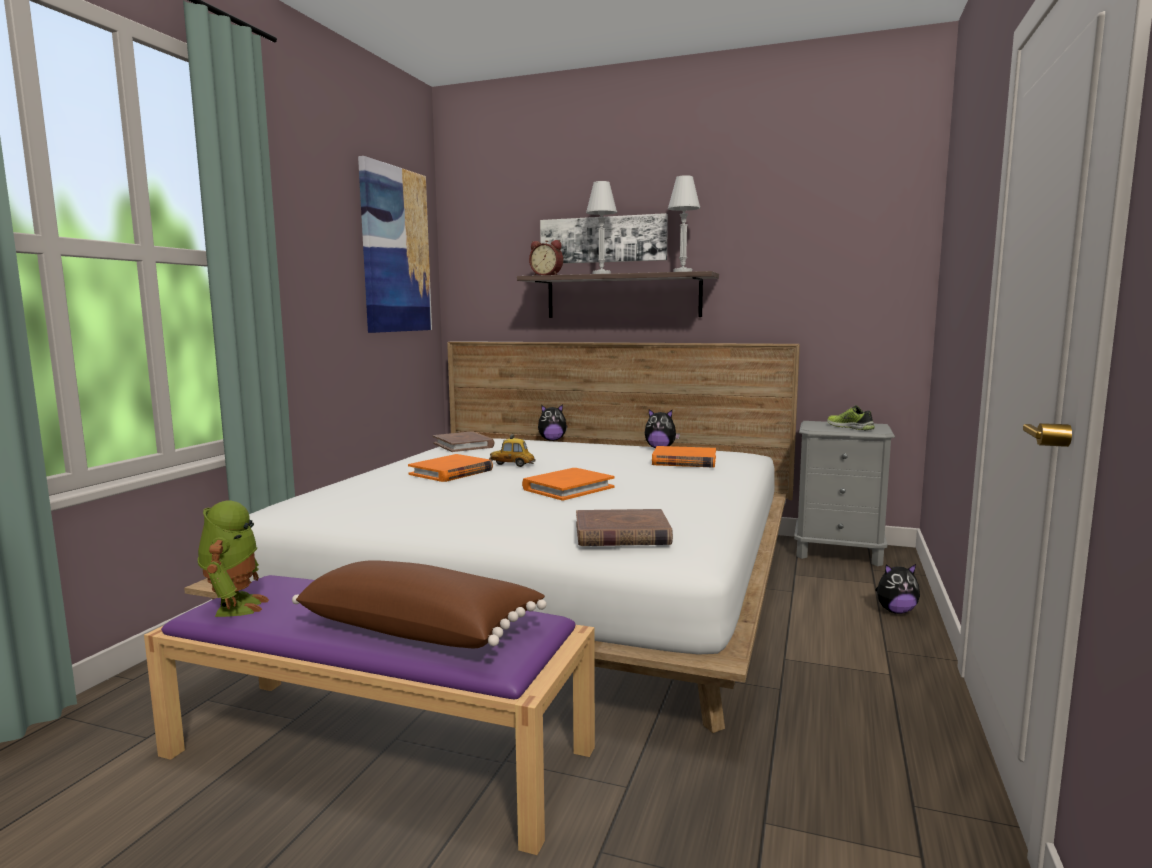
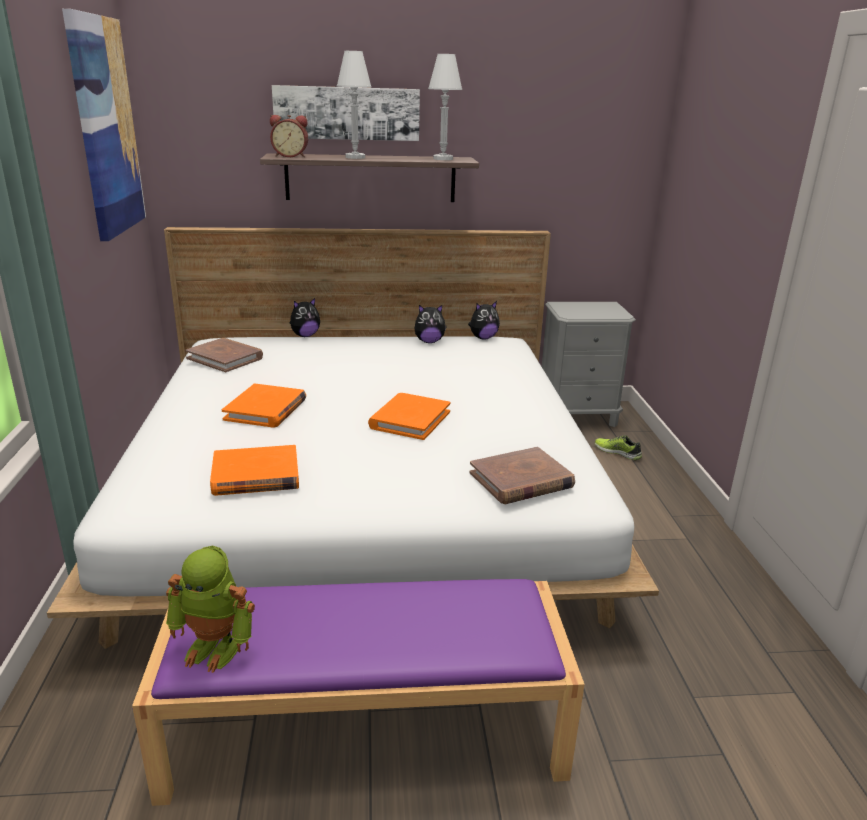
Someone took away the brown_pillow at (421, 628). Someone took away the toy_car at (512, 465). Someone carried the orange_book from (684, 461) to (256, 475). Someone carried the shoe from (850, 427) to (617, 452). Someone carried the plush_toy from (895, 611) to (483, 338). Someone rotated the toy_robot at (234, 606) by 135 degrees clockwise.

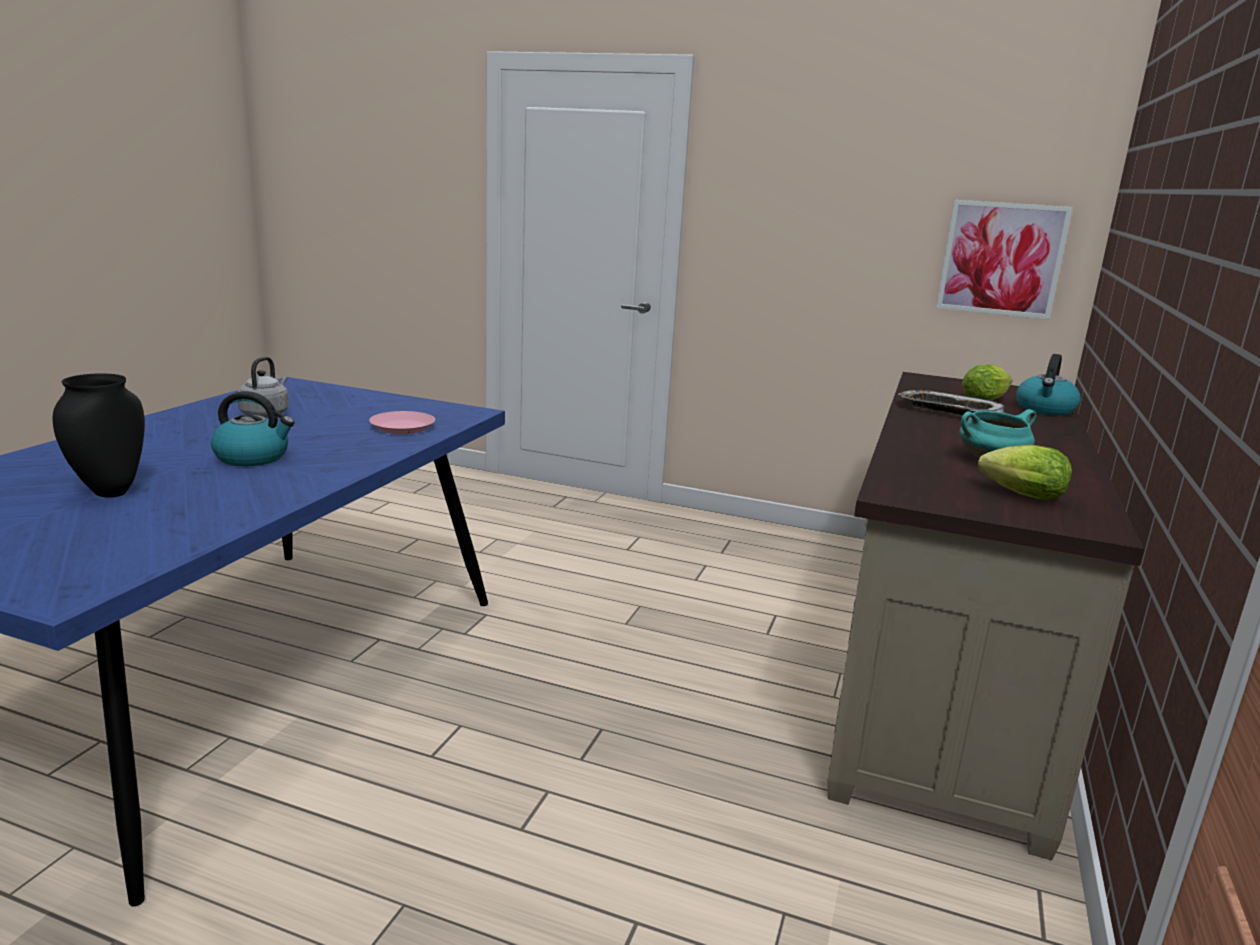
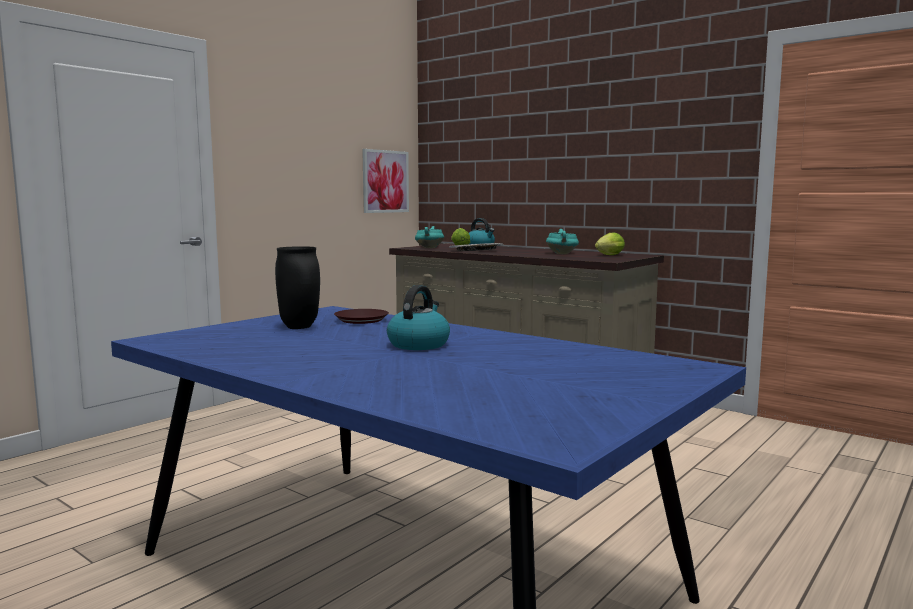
Someone took away the grey_kettle at (266, 413). Someone put down the turquoise_cooking_pot at (429, 248). Someone carried the black_vase from (111, 493) to (300, 327). Someone repainted the pink_plate at (402, 428), which became the brown_plate at (361, 320).

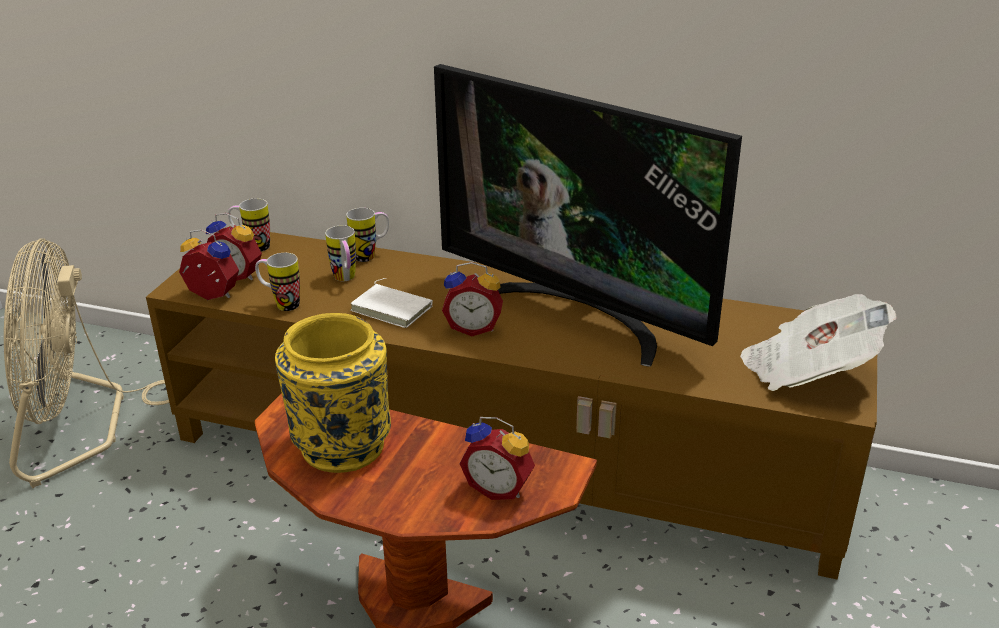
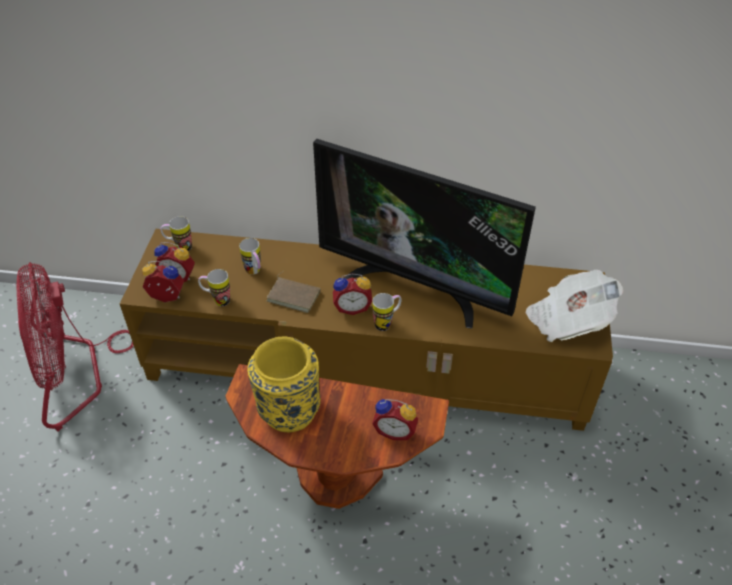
Someone carried the mug from (371, 255) to (387, 323). Someone repainted the beige_fan at (90, 418), which became the red_fan at (77, 369). Someone repainted the white_book at (393, 308), which became the brown_book at (294, 295).

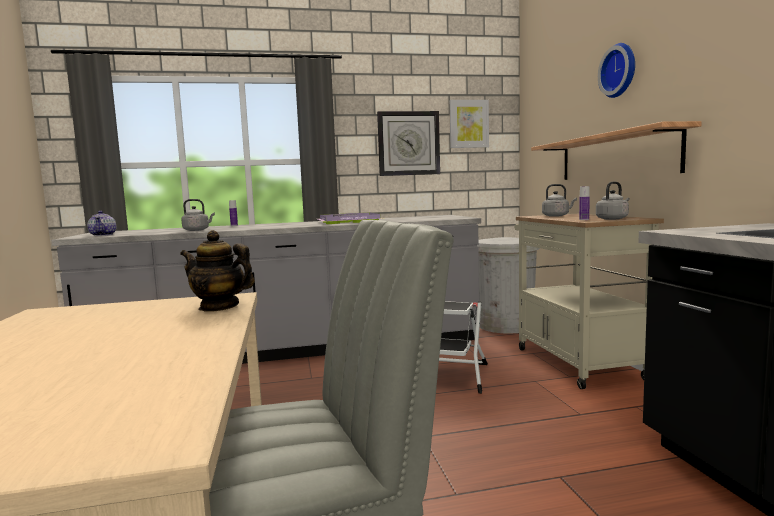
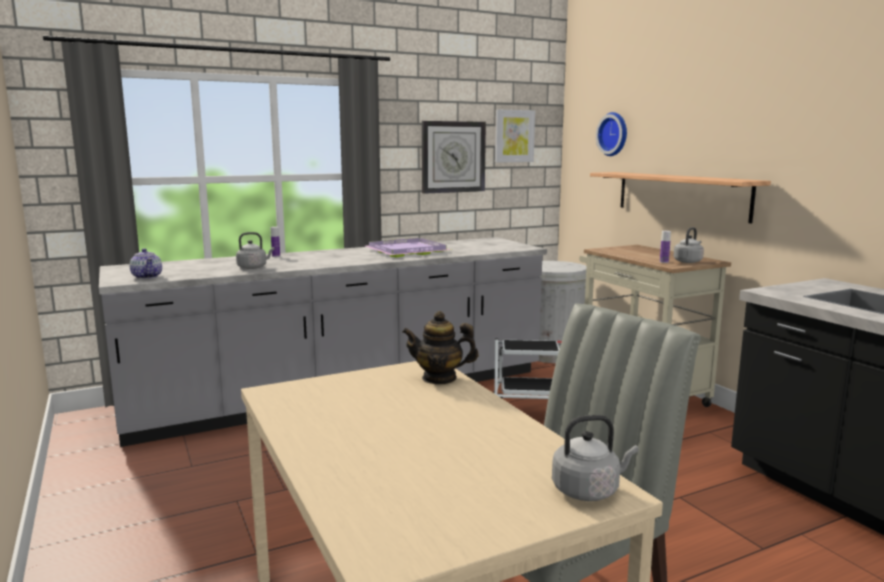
Someone carried the grey_kettle from (557, 216) to (588, 490). Someone carried the wall_clock from (620, 70) to (614, 134).

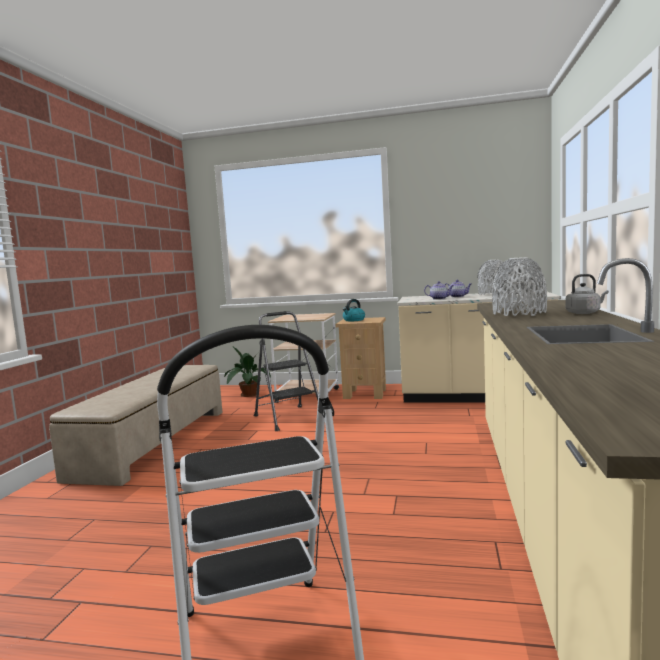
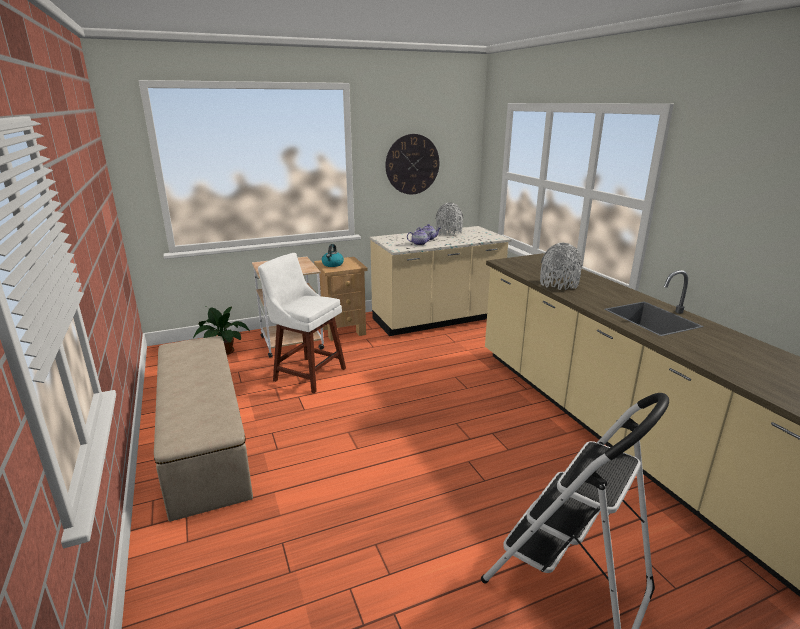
Someone took away the grey_kettle at (584, 313). Someone put up the wall_clock at (412, 164). Someone swapped the black_step_ladder at (288, 417) for the white_chair at (307, 373).

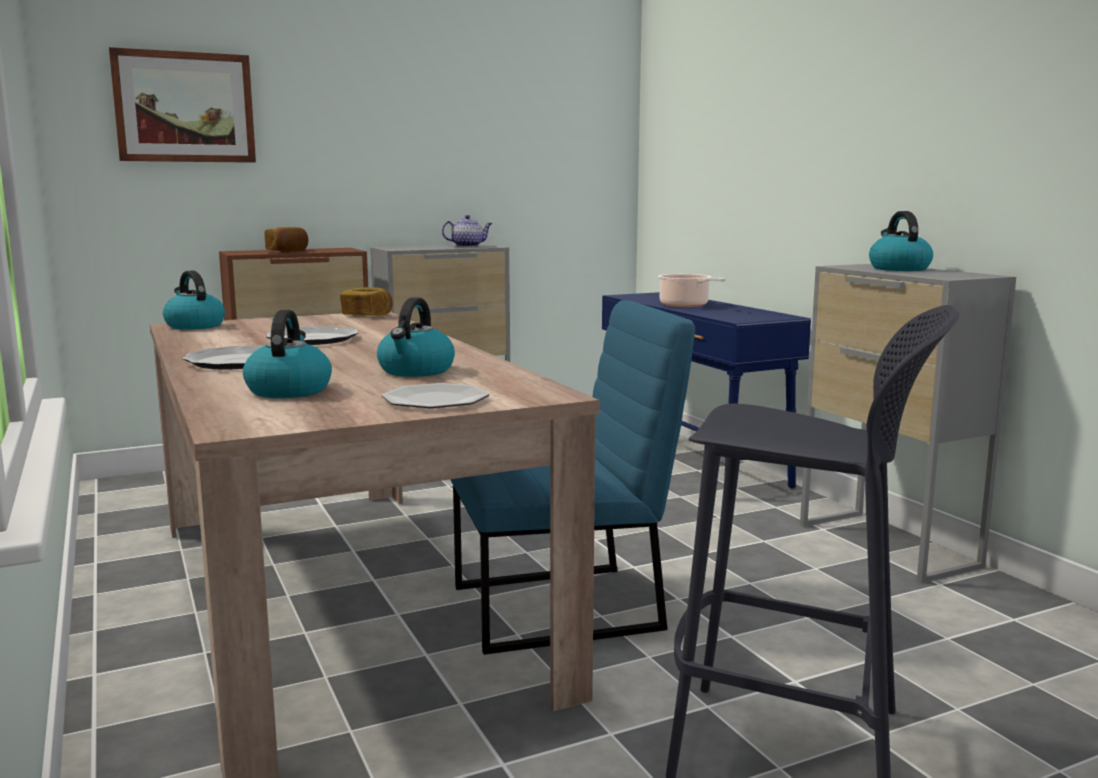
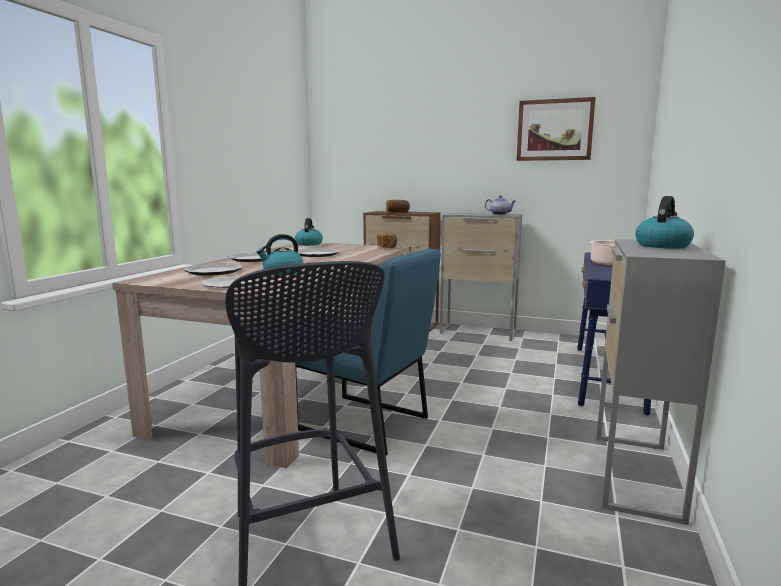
Someone carried the picture from (184, 107) to (554, 130). Someone swapped the kettle at (289, 390) for the plate at (213, 271).

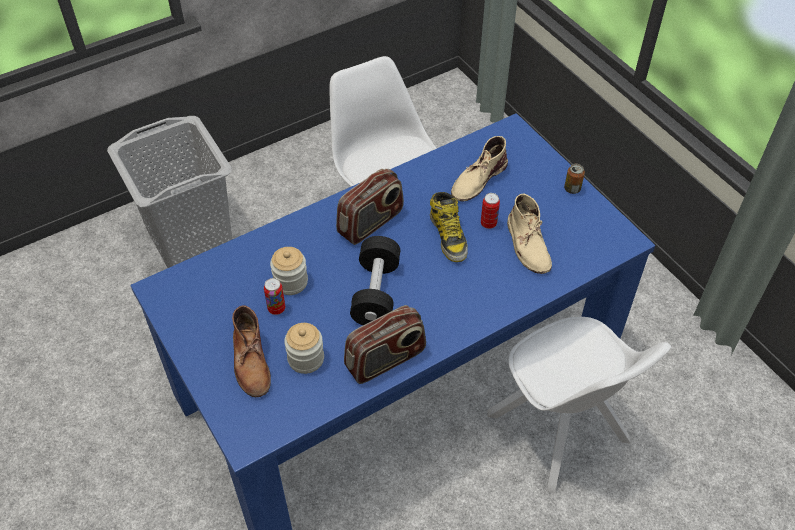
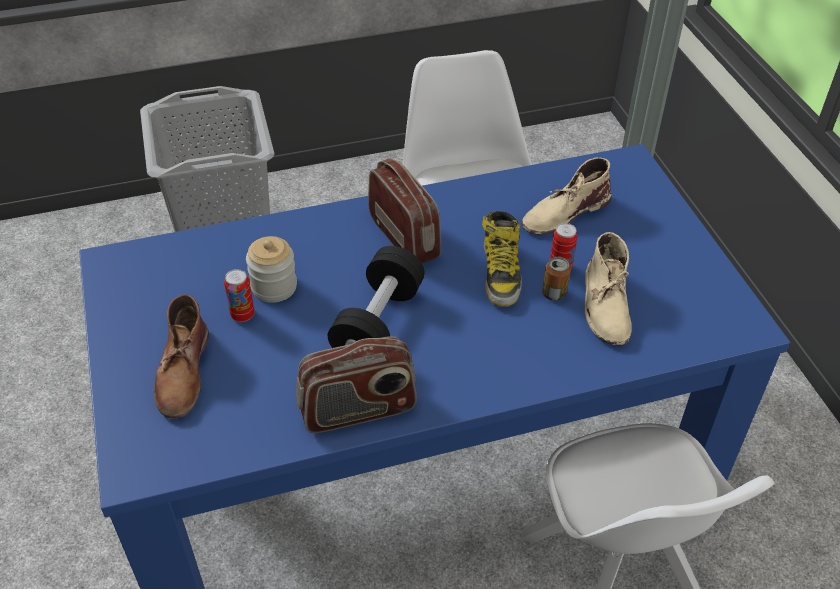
Someone took away the jar at (306, 359). Someone carried the can from (572, 189) to (554, 294). Someone rotated the radio at (371, 223) by 90 degrees counterclockwise.

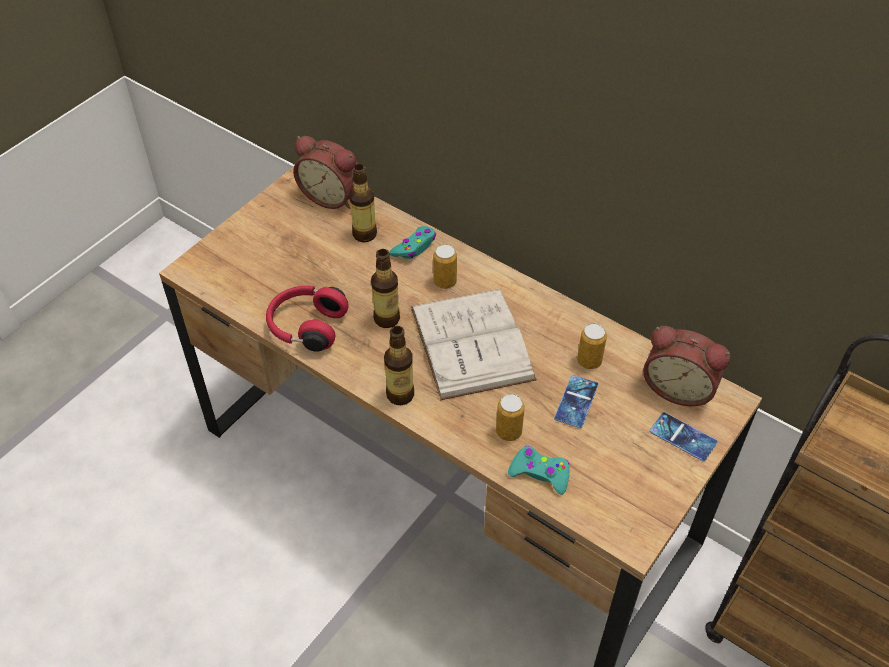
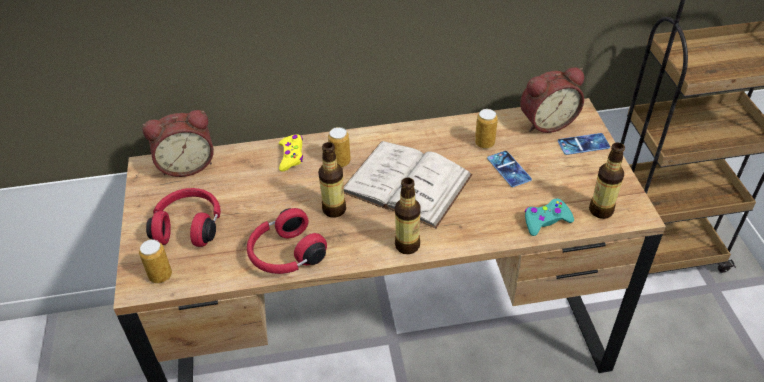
Someone put down the red_headphones at (189, 226). Someone carried the bottle from (364, 234) to (601, 210). Someone carried the can from (508, 432) to (160, 275). Someone repainted the turquoise_game_controller at (414, 247), which became the yellow_game_controller at (291, 156).

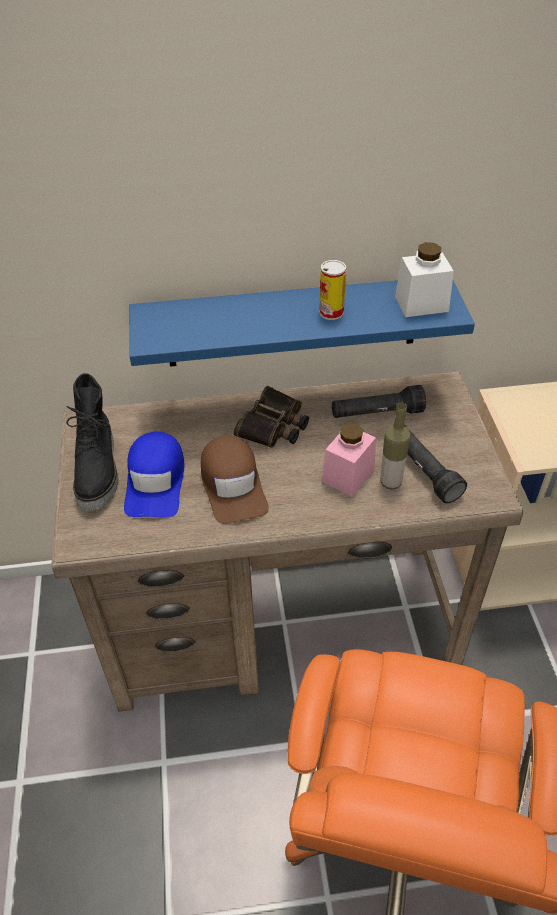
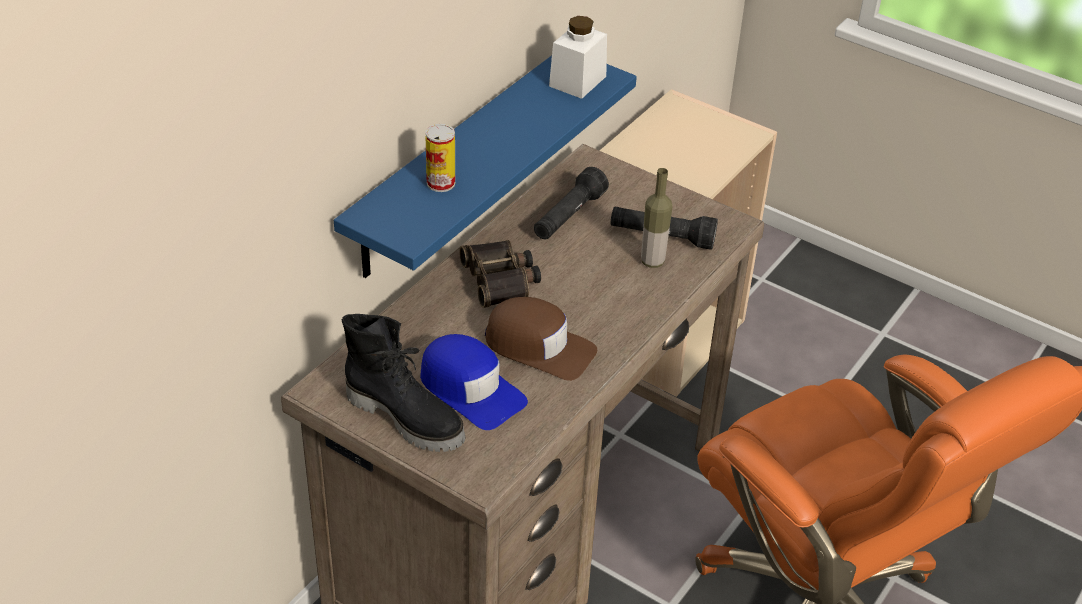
Someone took away the pink_jar at (348, 475). Someone carried the can from (331, 312) to (441, 183).

